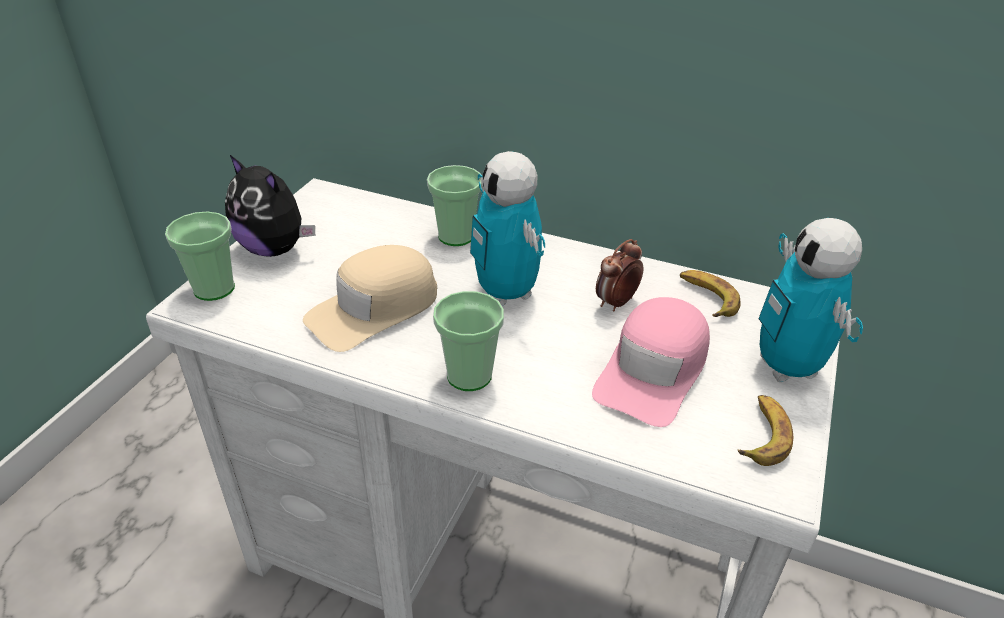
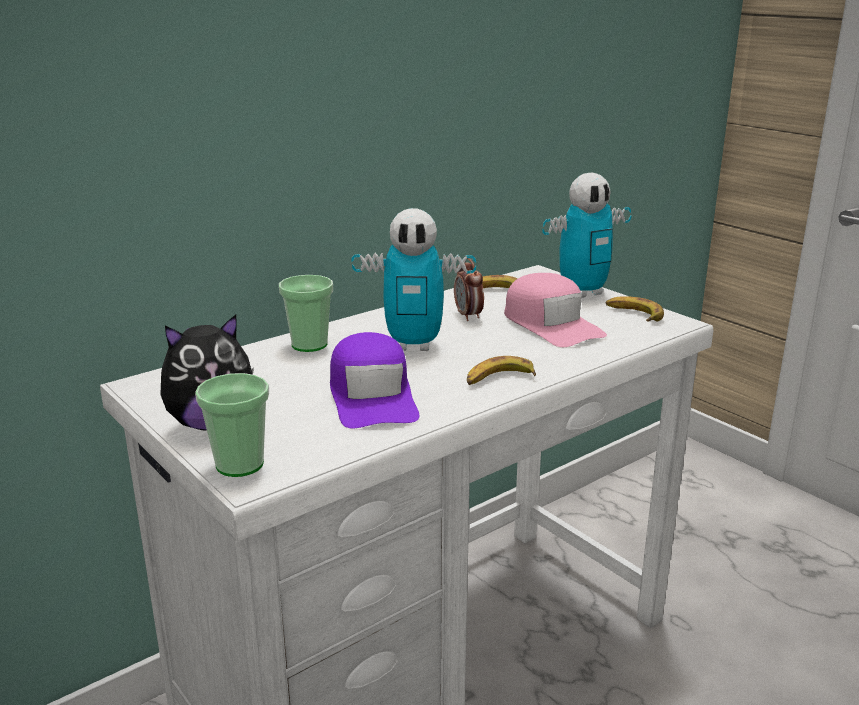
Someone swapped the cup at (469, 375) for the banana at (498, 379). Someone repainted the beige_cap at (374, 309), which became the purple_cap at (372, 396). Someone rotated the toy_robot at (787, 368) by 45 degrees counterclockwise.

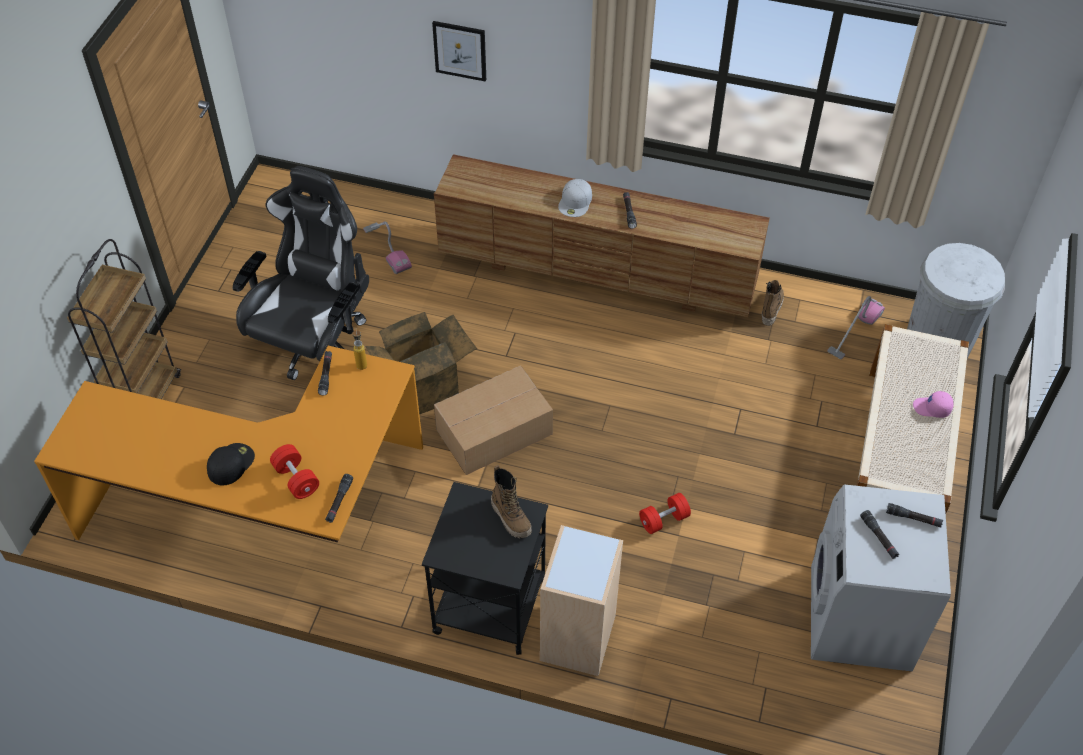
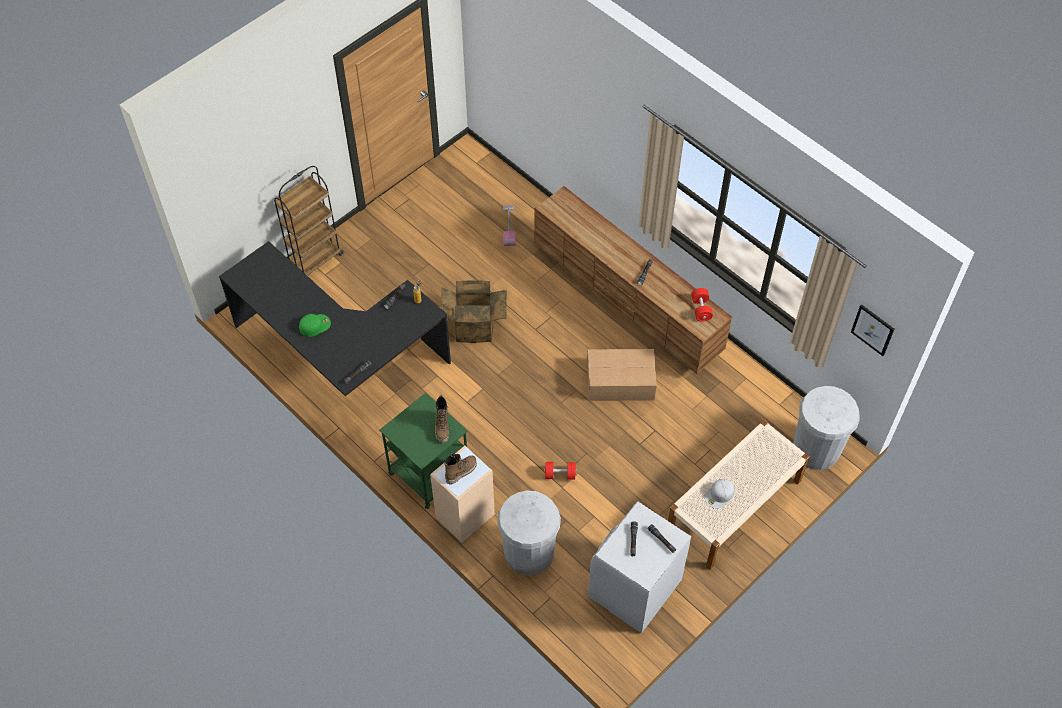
Someone took away the black_office_chair at (314, 346). Someone took away the vacuum_cleaner at (855, 331). Someone took away the pink_cap at (932, 408). Someone put down the white_trash_can at (528, 552). Someone carried the red_dumbbell from (296, 479) to (701, 309). Someone carried the picture from (460, 50) to (872, 329). Someone carried the cardboard_box from (496, 431) to (621, 382). Someone carried the white_cap from (575, 202) to (719, 495). Someone carried the boot from (771, 308) to (461, 471). Someone repainted the orange_desk at (265, 518), which became the black_desk at (339, 363). Someone repainted the black_cap at (230, 463), which became the green_cap at (315, 325). Someone repainted the black_cart at (488, 604), which became the green_cart at (428, 472).

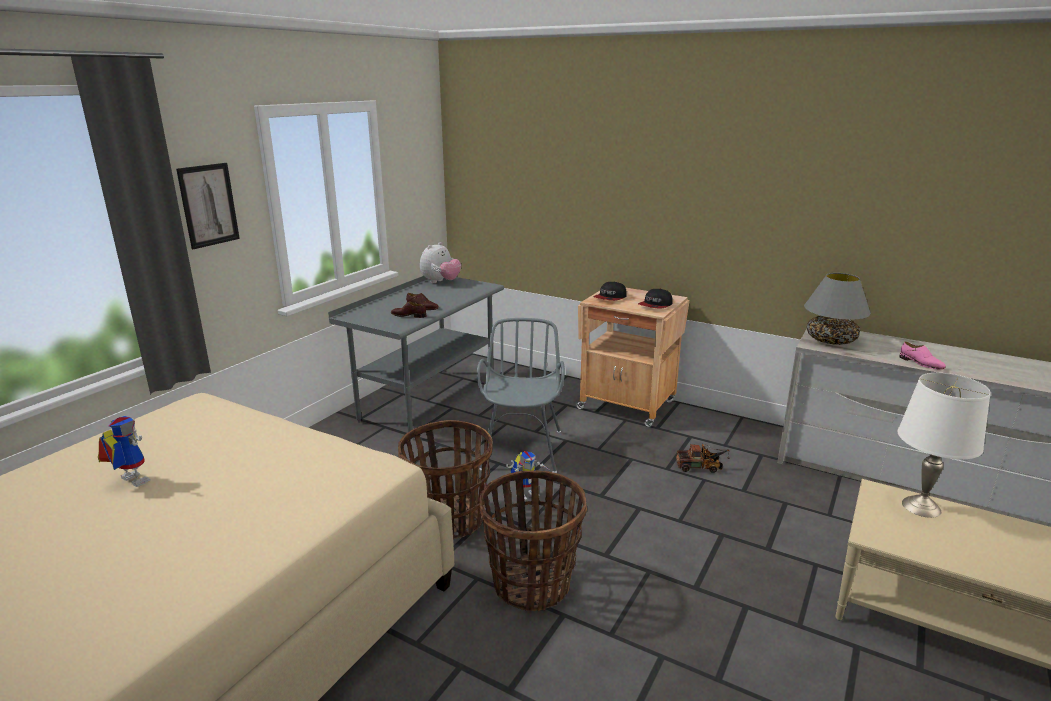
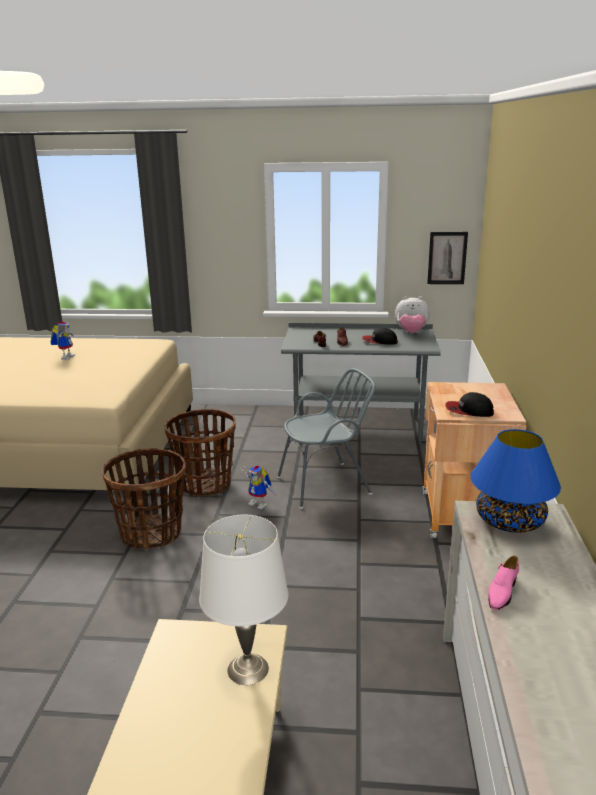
Someone took away the toy_truck at (701, 467). Someone carried the picture from (208, 205) to (447, 258). Someone carried the cap from (610, 298) to (379, 341). Someone repainted the grey_table_lamp at (831, 340), which became the blue_table_lamp at (510, 521).

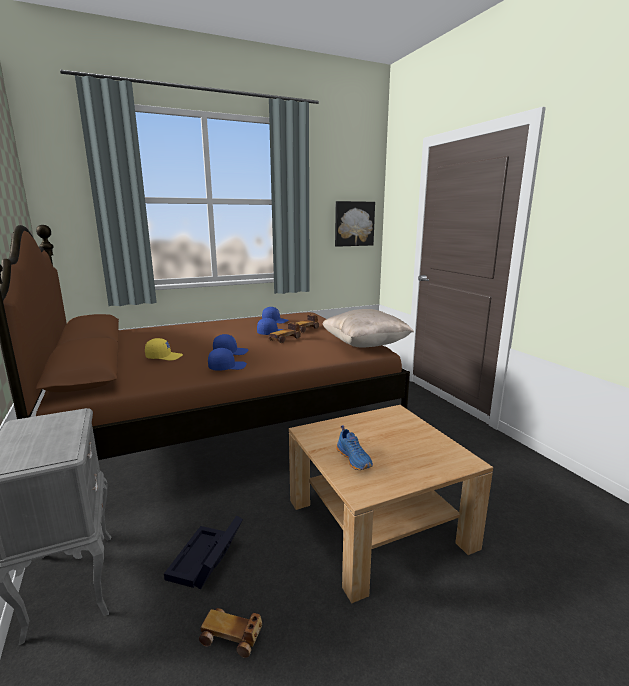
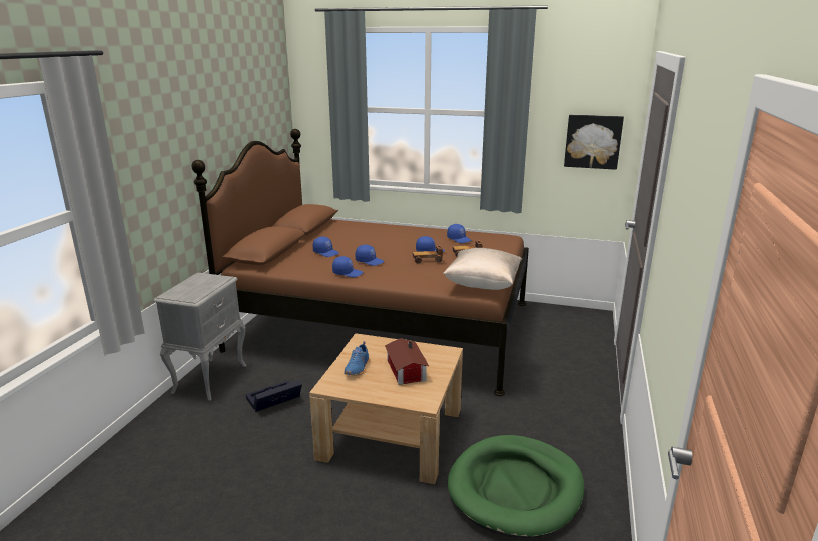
Someone took away the toy_car at (232, 637). Someone put down the toy_house at (405, 371). Someone put down the green_dog_bed at (515, 489). Someone repainted the yellow_cap at (164, 357), which became the blue_cap at (326, 252).

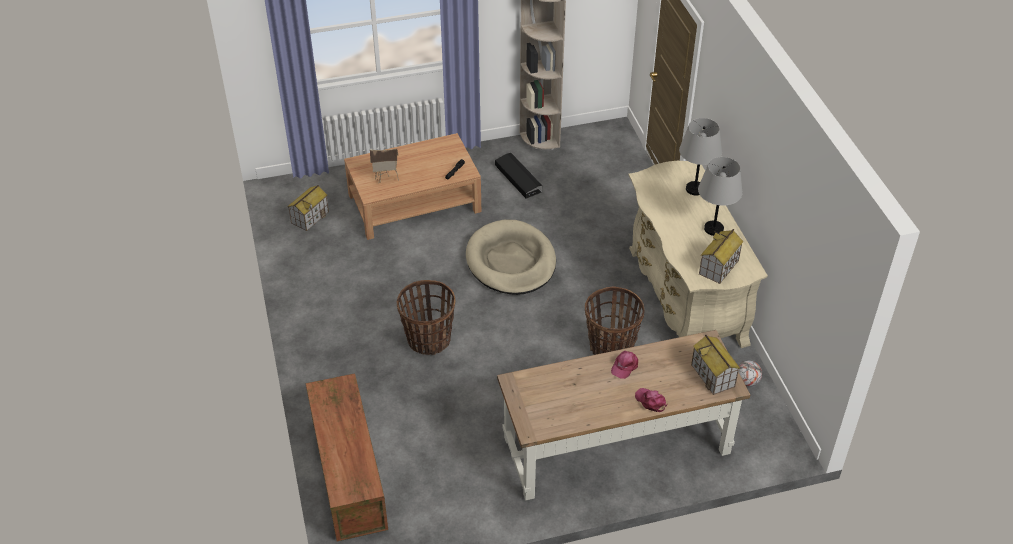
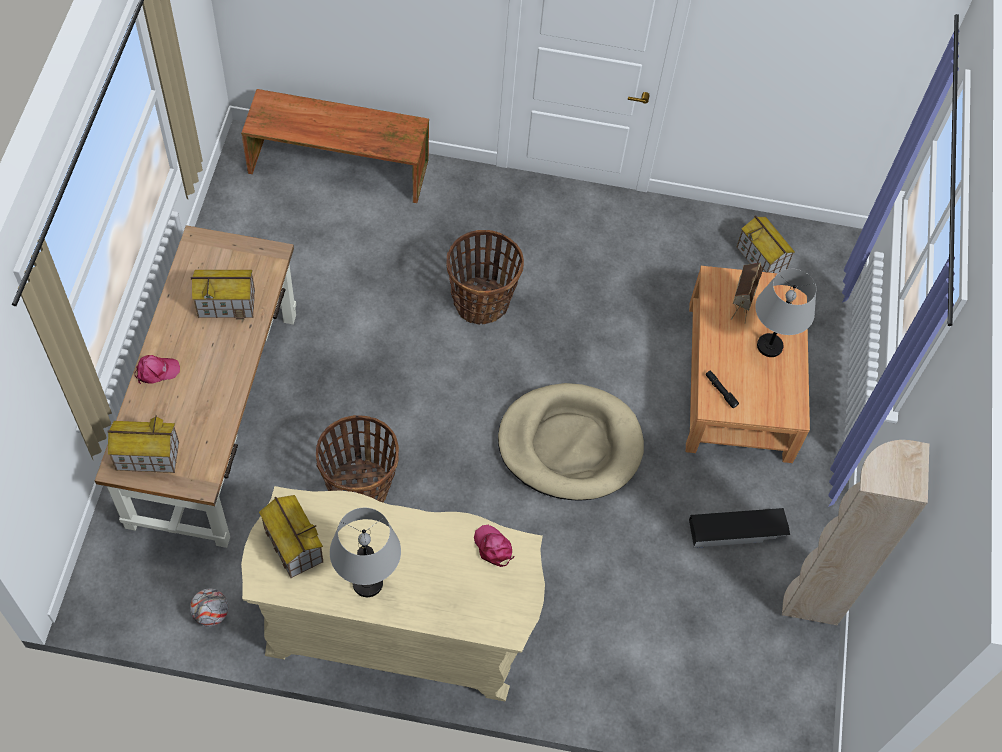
Someone put down the toy_house at (227, 304). Someone carried the pink_cap from (624, 366) to (493, 547). Someone carried the grey_table_lamp from (694, 189) to (769, 345).

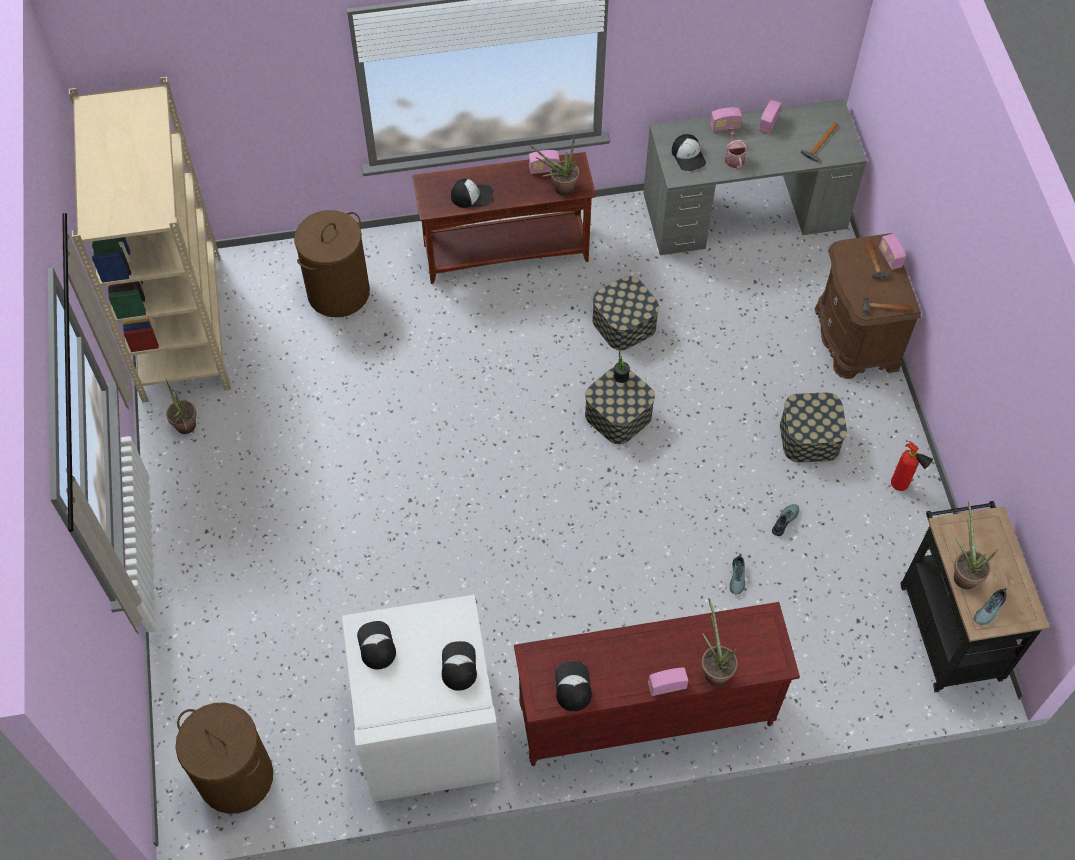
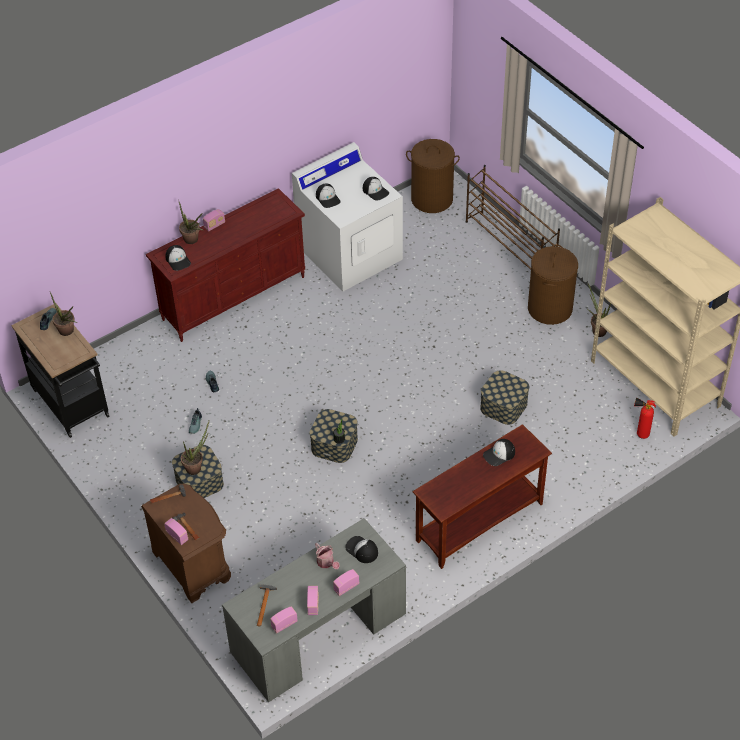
Someone put down the brown_shoe_rack at (509, 249). Someone carried the brown_laundry_basket from (338, 293) to (549, 308). Someone carried the radio from (544, 169) to (284, 624). Someone carried the potted_plant from (559, 189) to (196, 467). Someone carried the cap from (572, 686) to (178, 260). Someone carried the storage_box from (624, 323) to (503, 406). Someone carried the fire_extinguisher from (902, 487) to (639, 434).

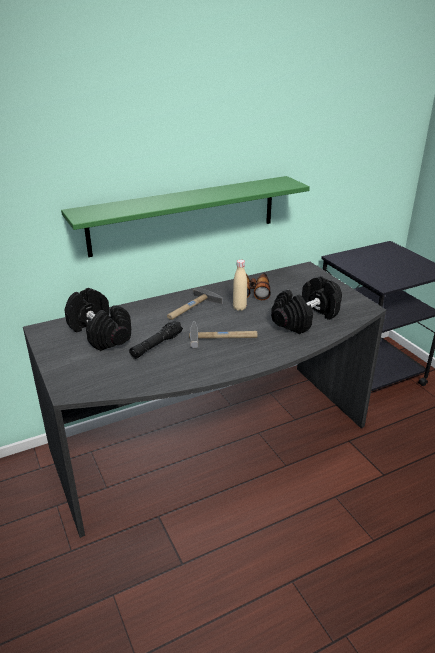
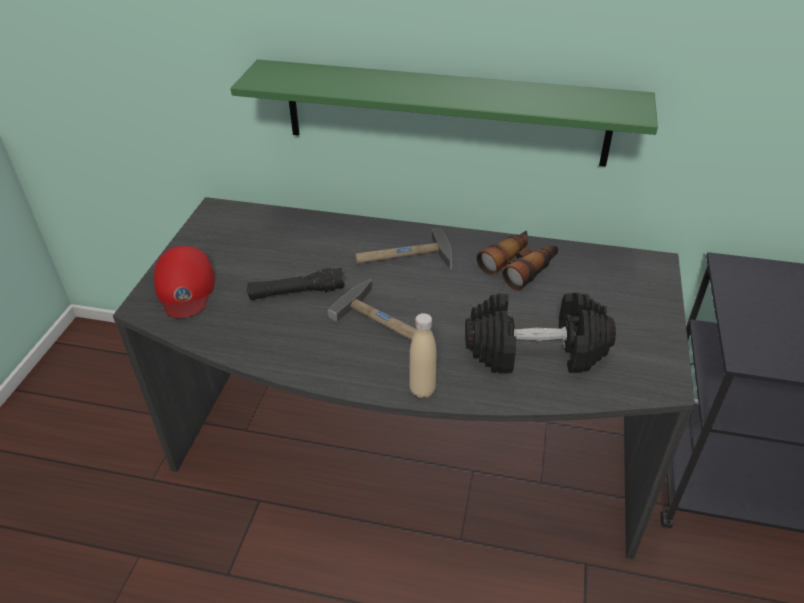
Someone took away the black_dumbbell at (100, 333). Someone put down the red_cap at (185, 288). Someone carried the beige_bottle from (239, 308) to (422, 390).

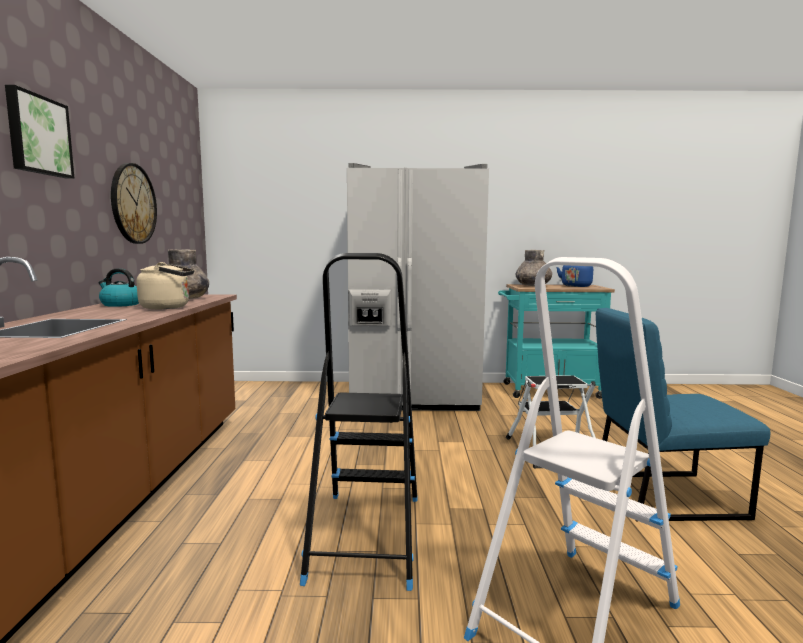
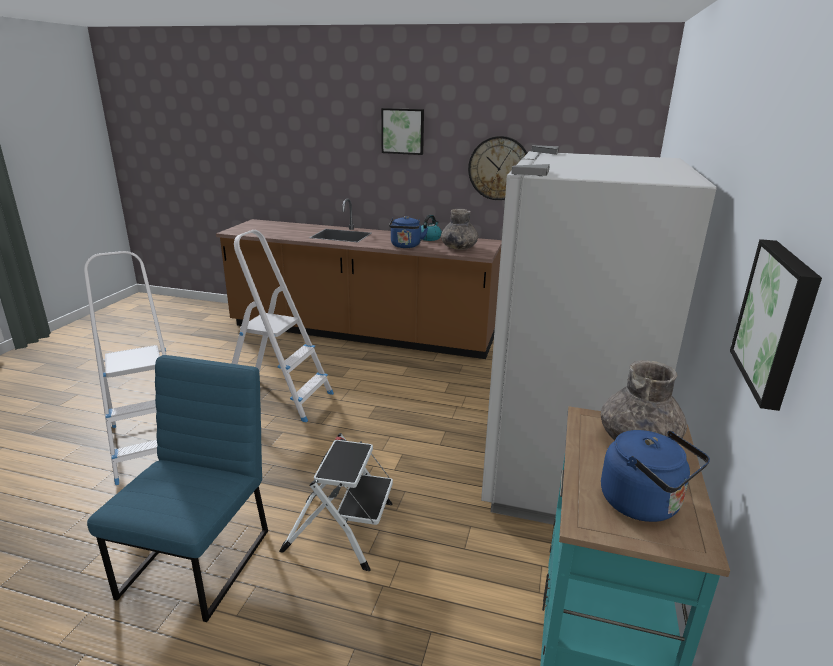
Someone put up the picture at (778, 321). Someone repainted the beige_kettle at (168, 307), which became the blue_kettle at (406, 246). Someone repainted the black_step_ladder at (367, 534), which became the white_step_ladder at (279, 398).

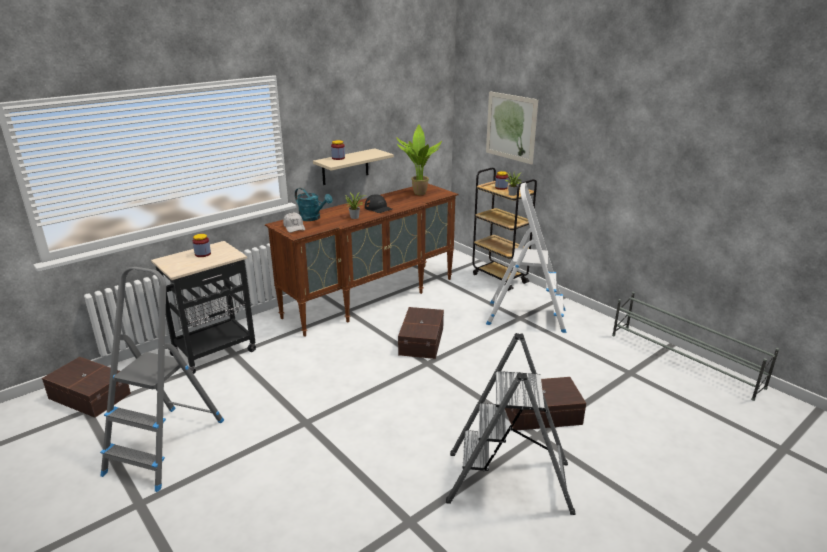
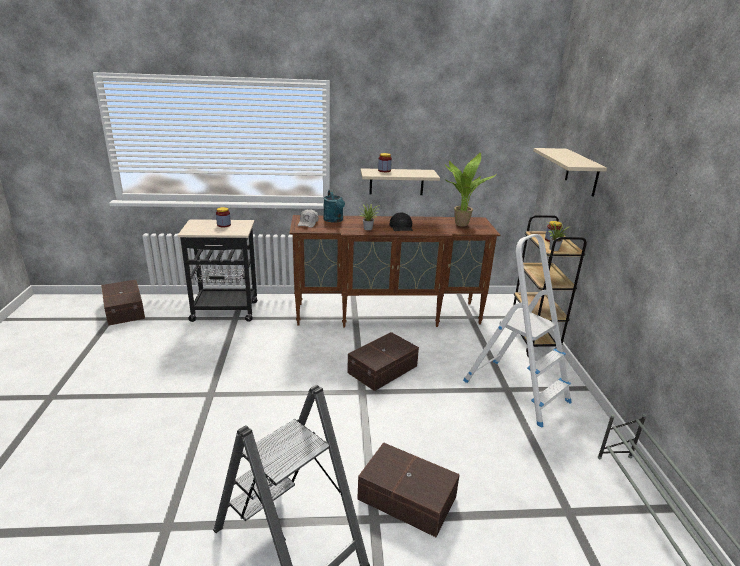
Someone took away the grey_step_ladder at (165, 447). Someone swapped the picture at (511, 127) for the beige_shelf at (582, 172).

